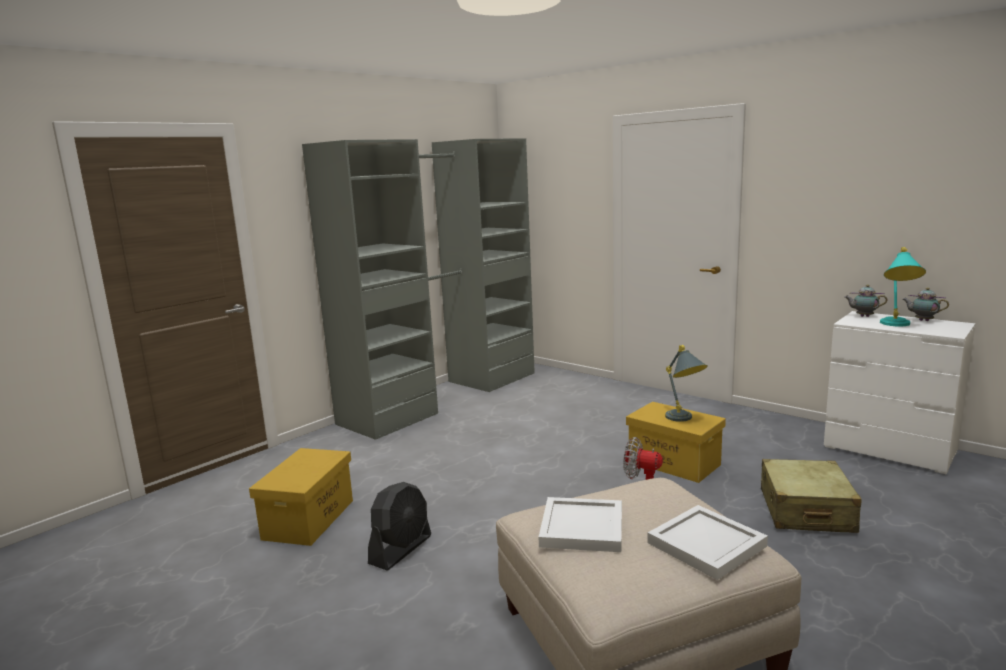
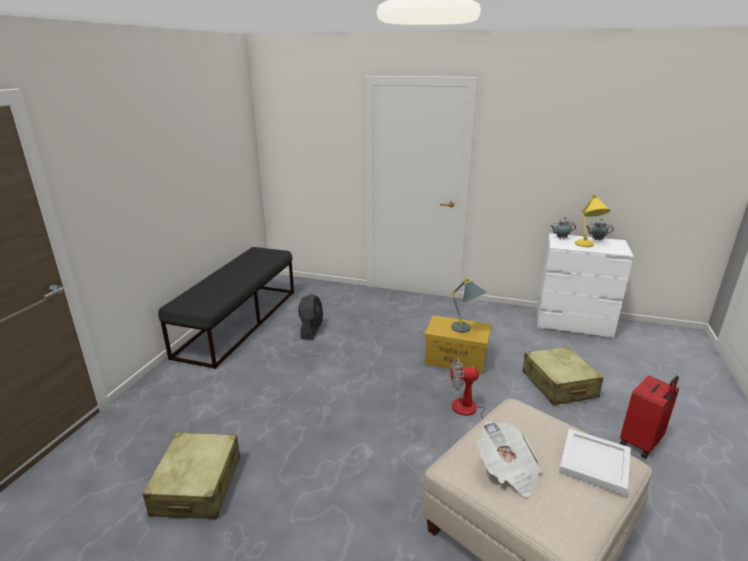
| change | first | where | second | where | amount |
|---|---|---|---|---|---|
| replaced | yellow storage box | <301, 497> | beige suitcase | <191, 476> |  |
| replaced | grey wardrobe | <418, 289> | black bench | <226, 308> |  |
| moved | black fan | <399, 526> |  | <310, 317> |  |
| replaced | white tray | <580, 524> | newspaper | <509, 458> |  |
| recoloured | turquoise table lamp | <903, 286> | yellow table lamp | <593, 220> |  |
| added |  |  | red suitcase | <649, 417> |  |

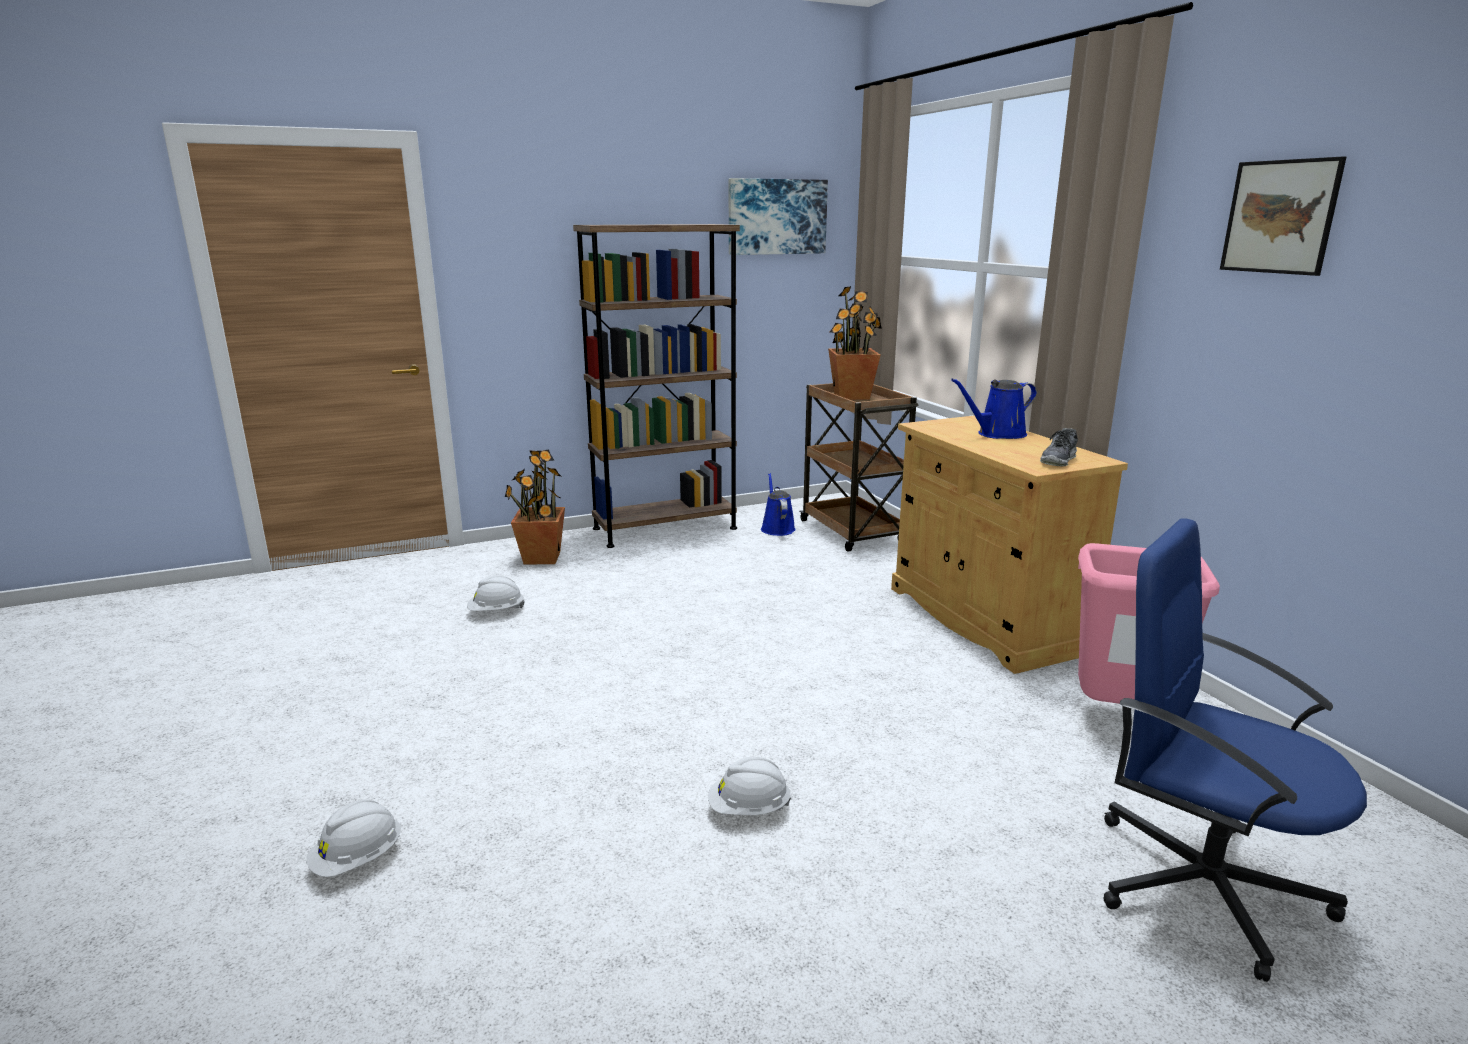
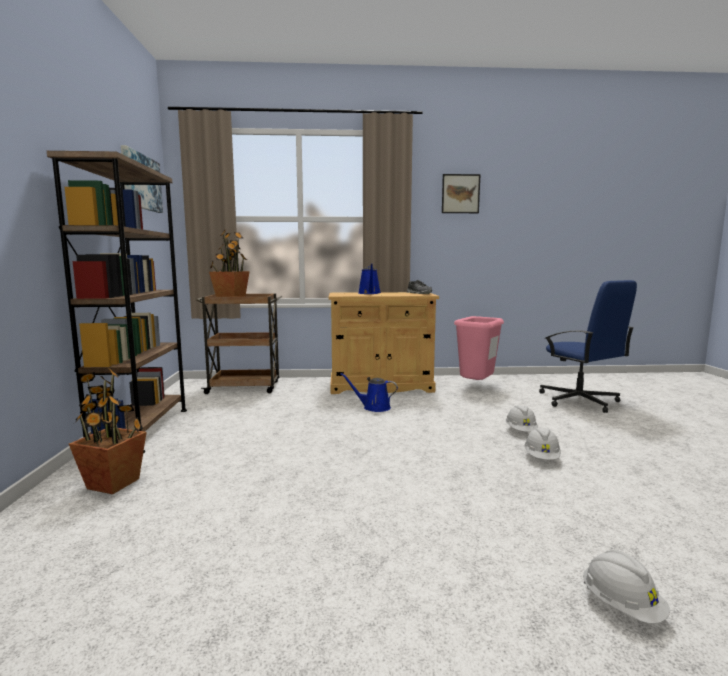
| change | first | where | second | where | amount |
|---|---|---|---|---|---|
| moved | white hard hat | <496, 593> |  | <522, 418> |  |
| moved | blue watering can | <778, 504> |  | <369, 392> |  |
| turned | blue office chair | <1235, 750> |  | <588, 346> | 90 degrees counterclockwise |

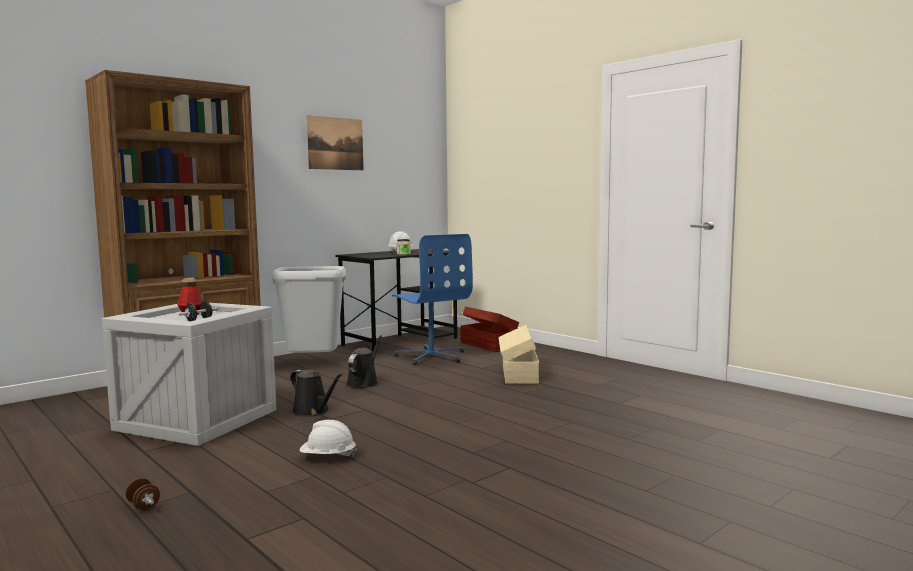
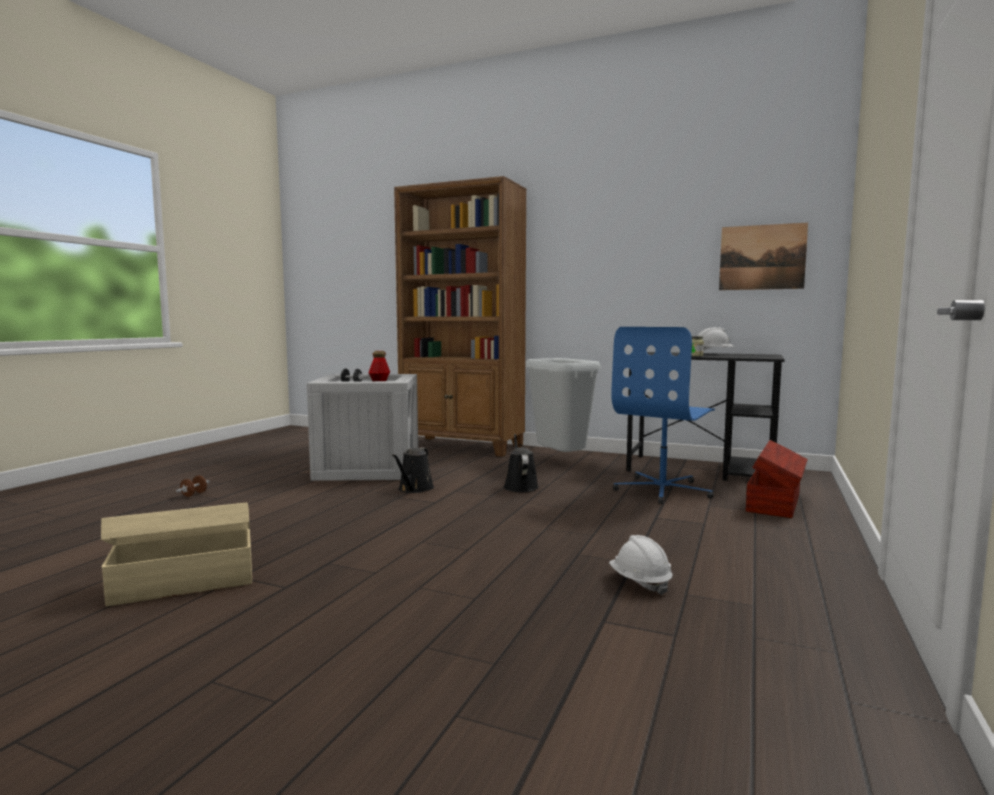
| change | first | where | second | where | amount |
|---|---|---|---|---|---|
| moved | white hard hat | <328, 438> |  | <641, 565> |  |
| moved | picture | <335, 142> |  | <763, 256> |  |
| turned | black watering can | <364, 361> |  | <521, 463> | 90 degrees counterclockwise |
| moved | beige storage box | <519, 354> |  | <176, 554> |  |

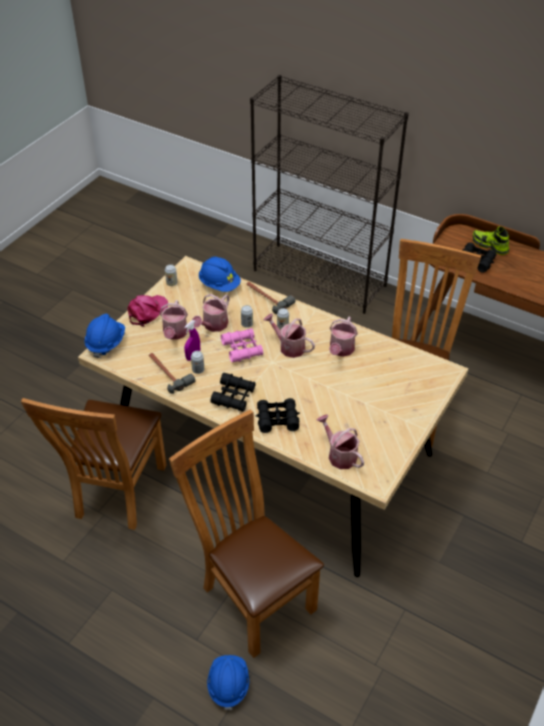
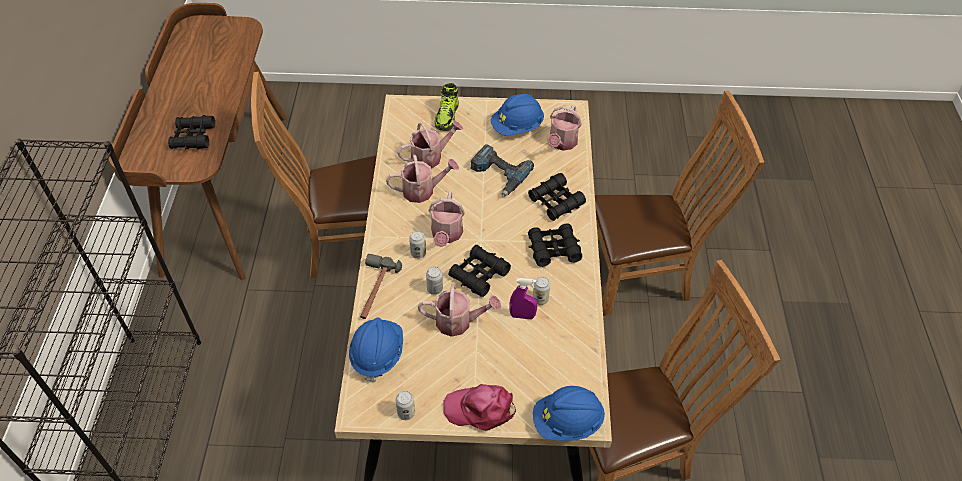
| change | first | where | second | where | amount |
|---|---|---|---|---|---|
| removed | hammer | <172, 373> |  |  |  |
| moved | watering can | <174, 320> |  | <430, 144> |  |
| turned | brown chair | <246, 533> |  | <679, 203> | 120 degrees counterclockwise |
| moved | blue hard hat | <228, 682> |  | <517, 115> |  |
| recoloured | pink binoculars | <242, 345> | black binoculars | <479, 271> |  |
| moved | shoe | <491, 240> |  | <447, 107> |  |
| added |  |  | power drill | <502, 170> |  |

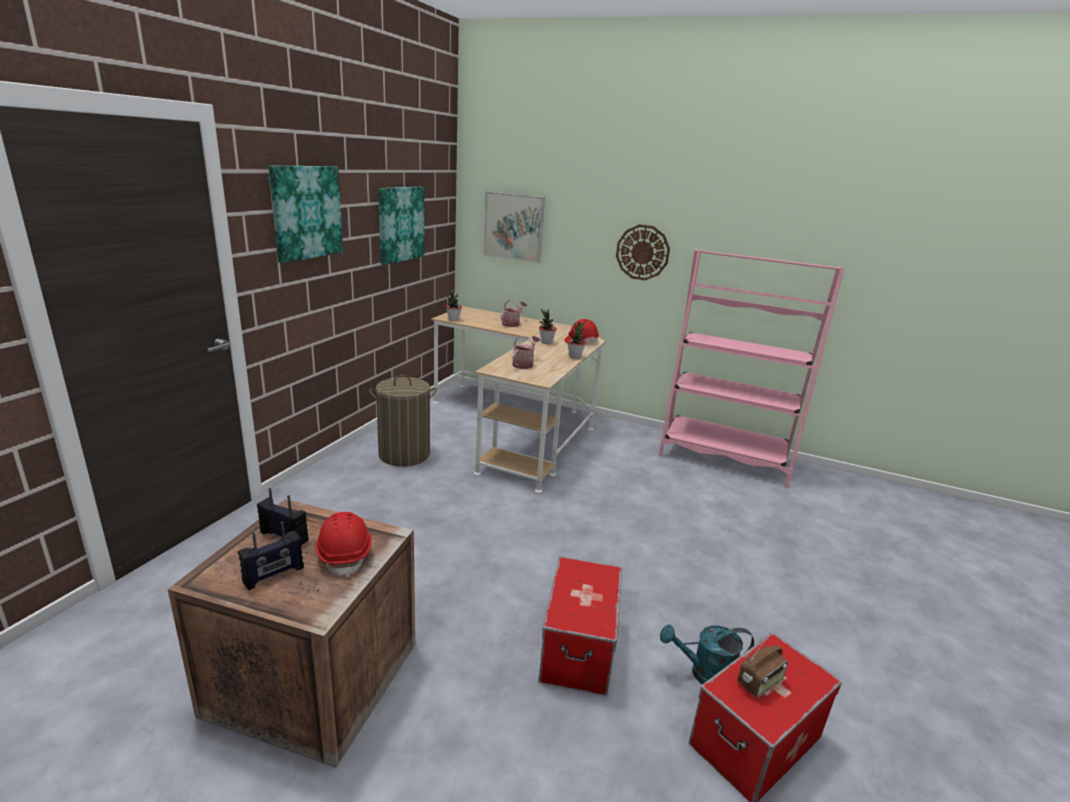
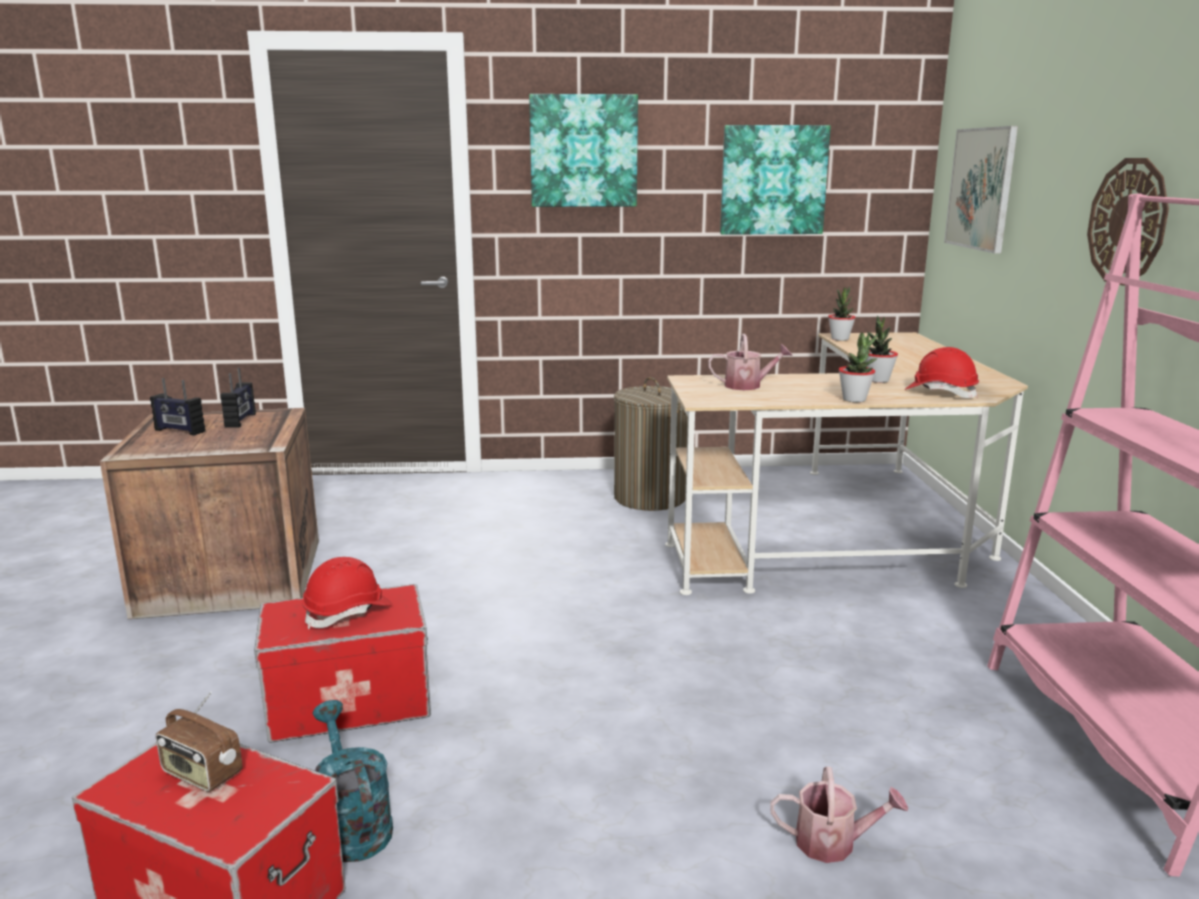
| change | first | where | second | where | amount |
|---|---|---|---|---|---|
| moved | red hard hat | <343, 544> |  | <347, 593> |  |
| moved | watering can | <514, 313> |  | <839, 815> |  |

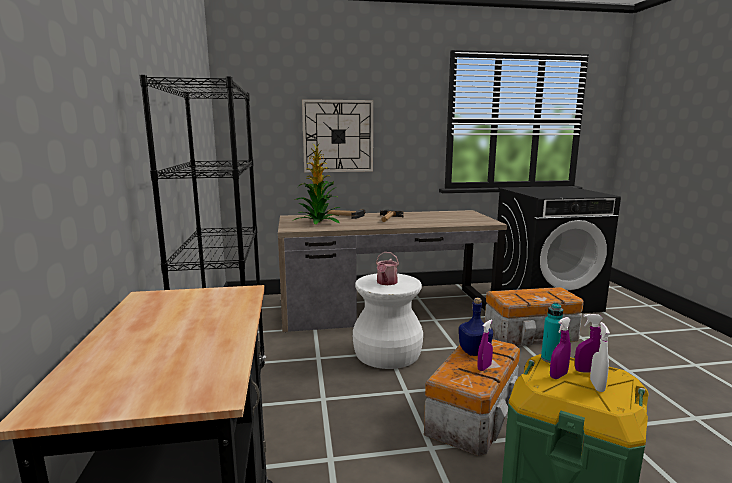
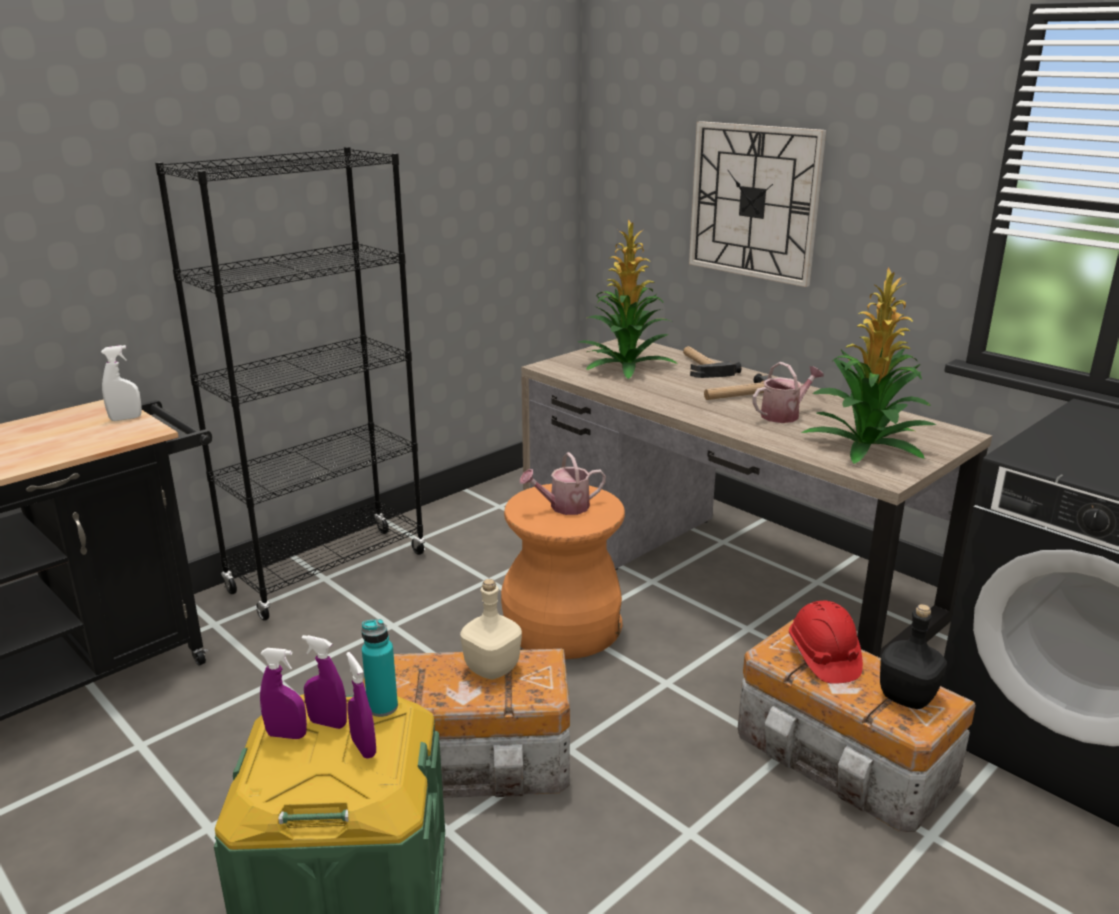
| change | first | where | second | where | amount |
|---|---|---|---|---|---|
| recoloured | white stool | <388, 321> | orange stool | <563, 571> |  |
| recoloured | blue bottle | <476, 327> | beige bottle | <491, 629> |  |
| moved | purple spray bottle | <485, 345> |  | <283, 693> |  |
| moved | white spray bottle | <600, 357> |  | <121, 383> |  |
| added |  |  | watering can | <788, 392> |  |
| added |  |  | red hard hat | <826, 642> |  |
| added |  |  | potted plant | <868, 365> |  |
| added |  |  | black bottle | <913, 656> |  |

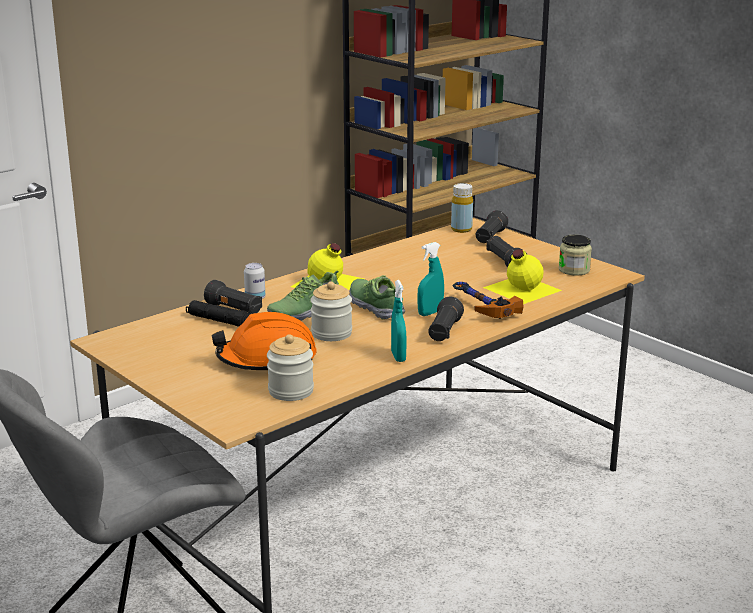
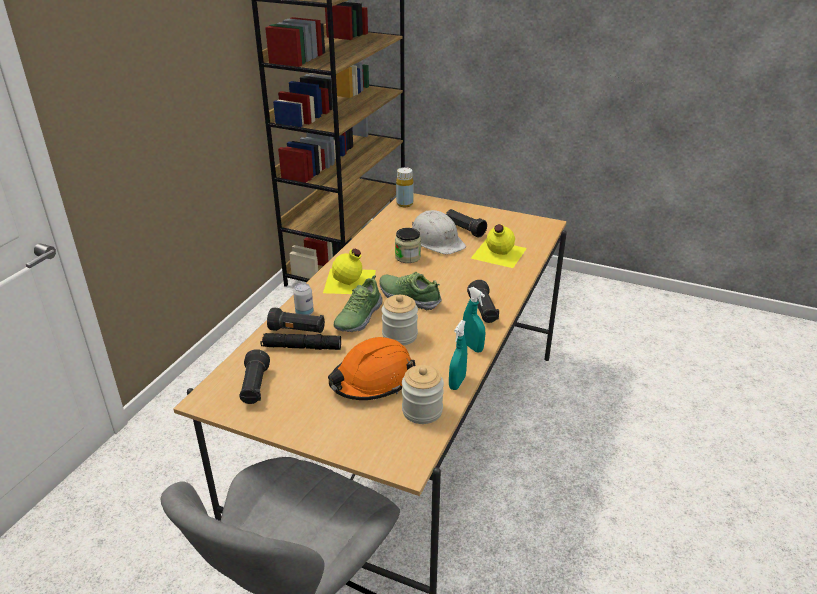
| change | first | where | second | where | amount |
|---|---|---|---|---|---|
| moved | turquoise spray bottle | <430, 279> |  | <458, 355> |  |
| removed | hammer | <487, 300> |  |  |  |
| moved | black flashlight | <492, 226> |  | <254, 376> |  |
| moved | jar | <575, 255> |  | <408, 245> |  |
| added |  |  | white hard hat | <439, 232> |  |

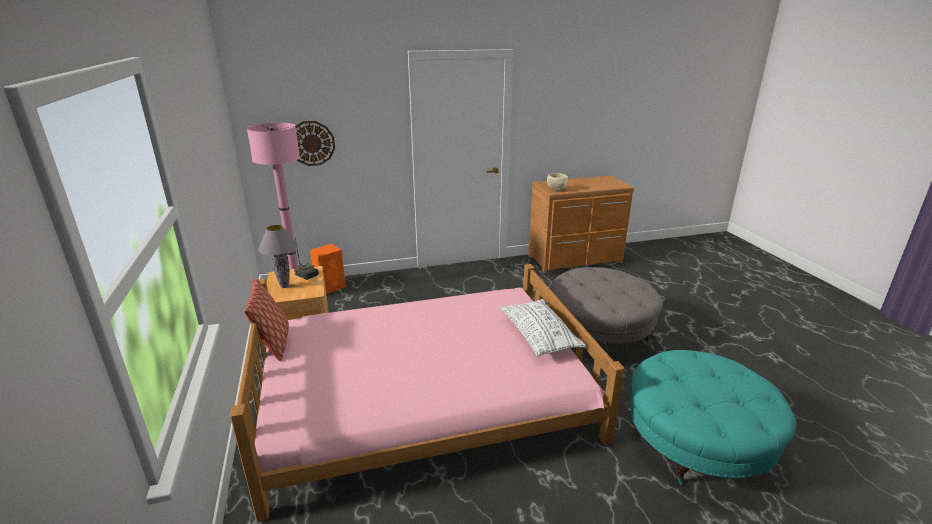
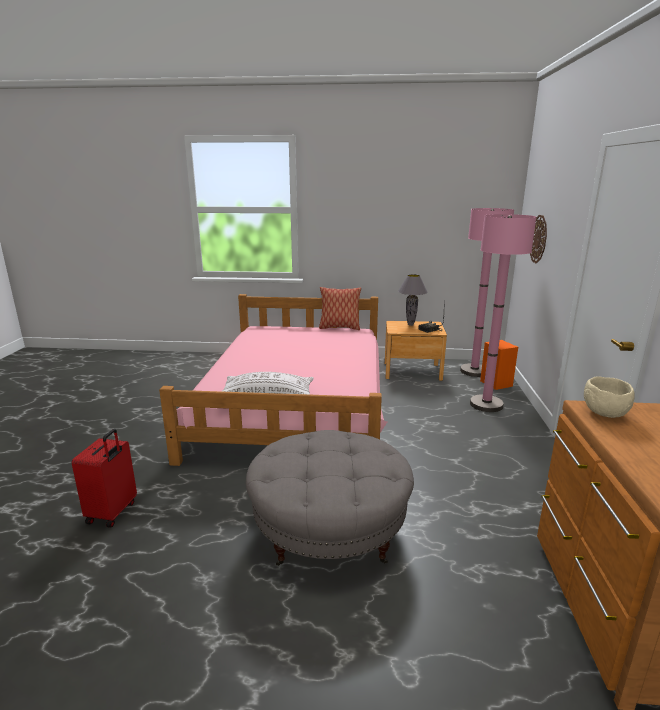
| change | first | where | second | where | amount |
|---|---|---|---|---|---|
| replaced | turquoise ottoman | <714, 417> | red suitcase | <104, 478> |  |
| added |  |  | pink floor lamp | <503, 313> |  |

